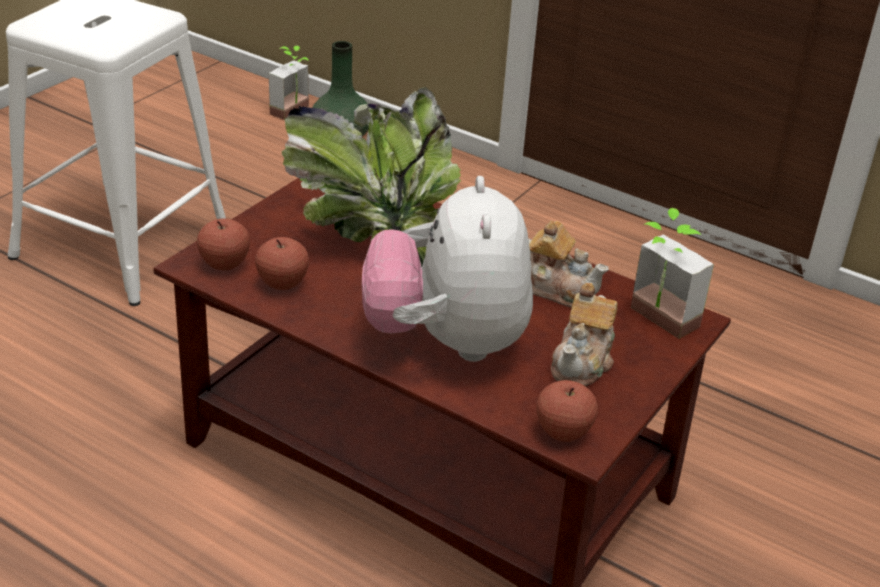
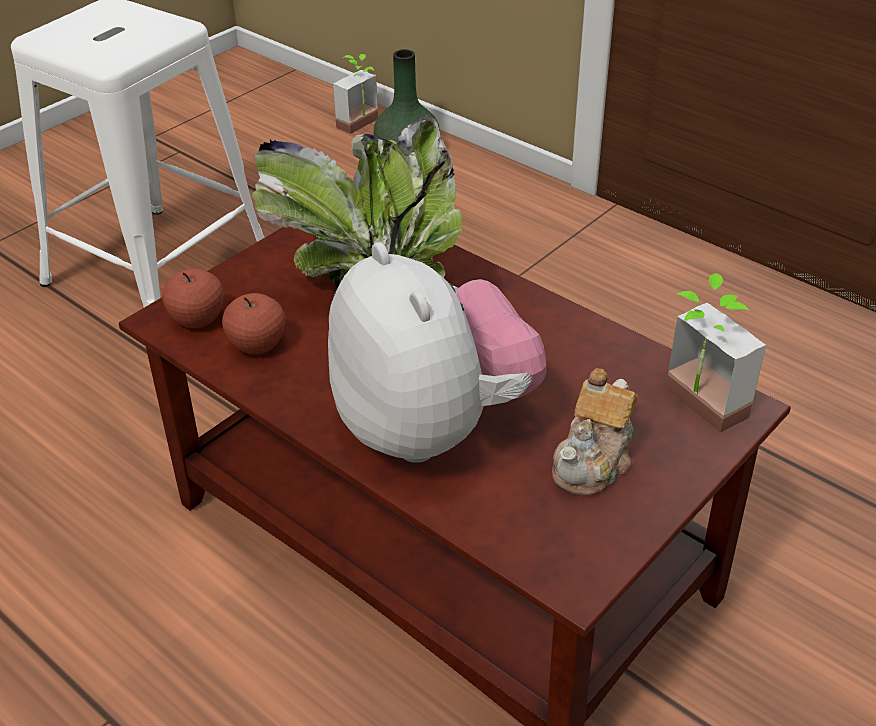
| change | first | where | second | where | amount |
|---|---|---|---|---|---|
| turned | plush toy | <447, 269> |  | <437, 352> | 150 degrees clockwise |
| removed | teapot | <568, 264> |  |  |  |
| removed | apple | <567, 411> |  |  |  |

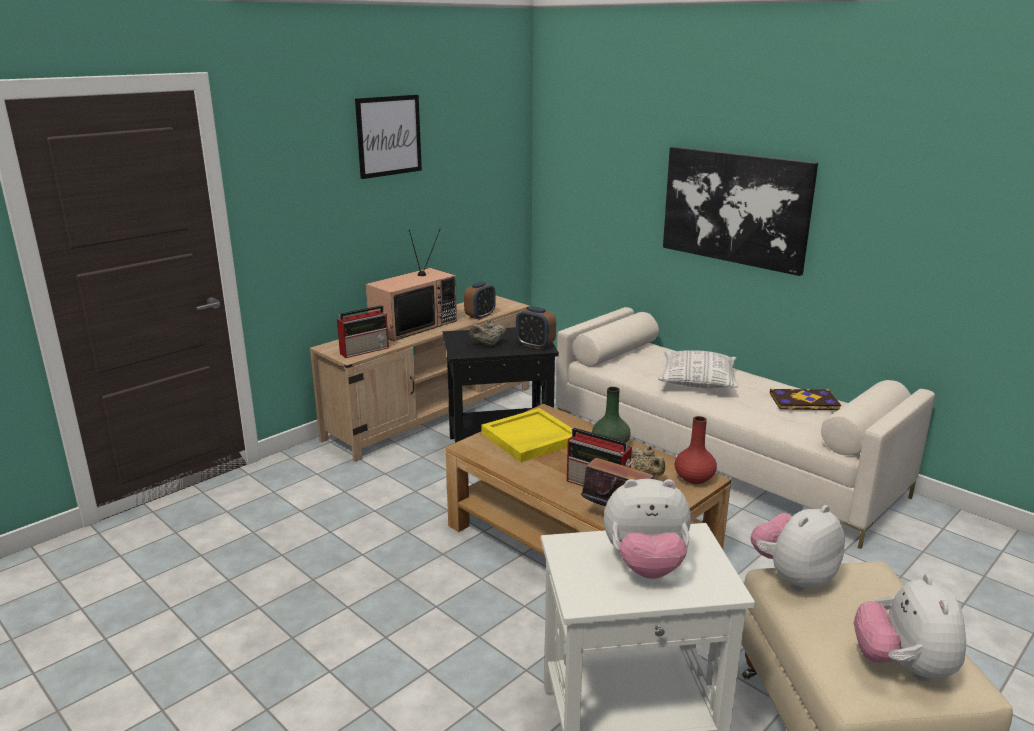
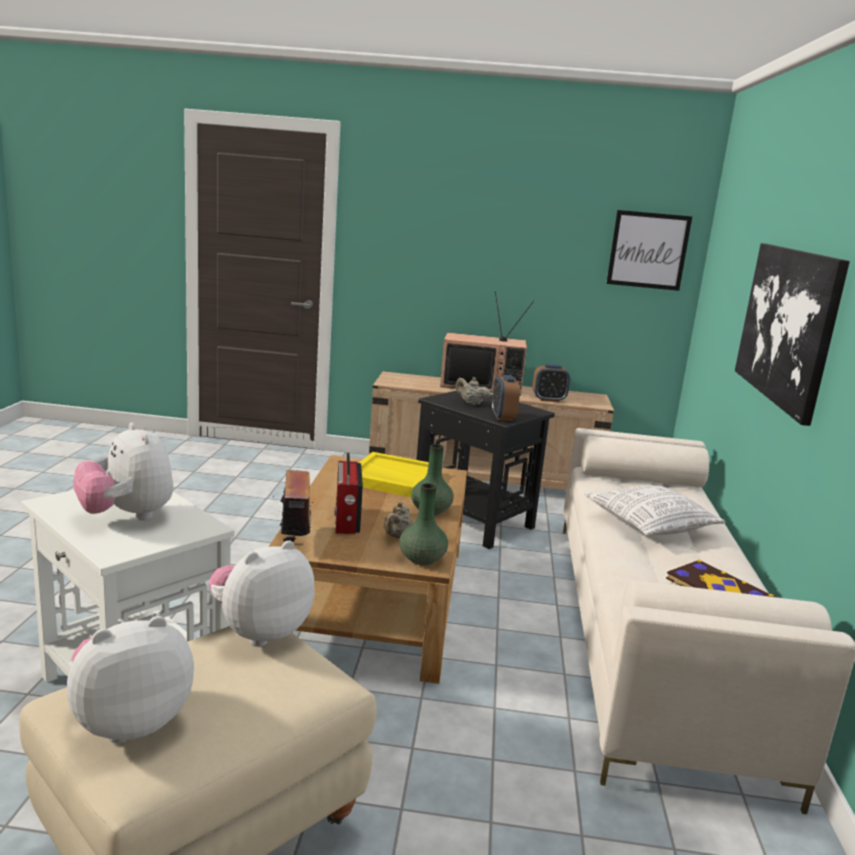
| change | first | where | second | where | amount |
|---|---|---|---|---|---|
| removed | radio | <363, 331> |  |  |  |
| moved | picture | <388, 137> |  | <649, 250> |  |
| recoloured | red vase | <696, 450> | green vase | <423, 524> |  |
| turned | plush toy | <798, 548> |  | <261, 593> | 60 degrees counterclockwise |

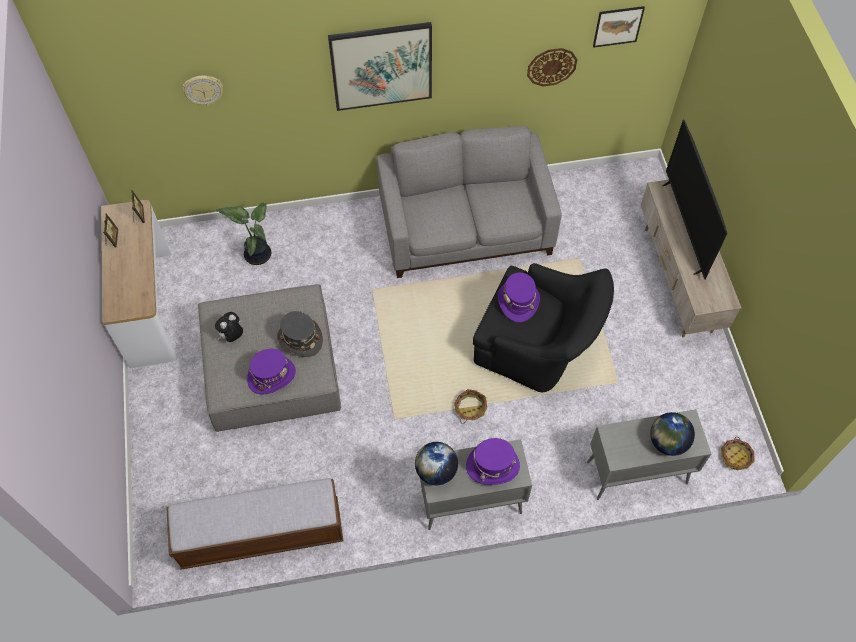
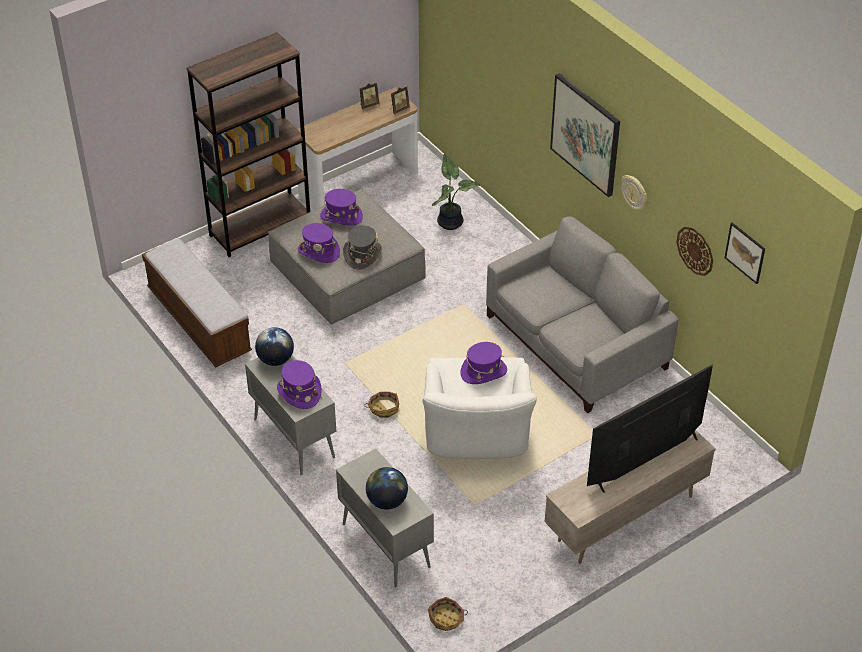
| change | first | where | second | where | amount |
|---|---|---|---|---|---|
| moved | wall clock | <202, 91> |  | <634, 192> |  |
| replaced | plush toy | <229, 327> | purple hat | <341, 207> |  |
| recoloured | black armchair | <543, 327> | white armchair | <479, 408> |  |
| added |  |  | brown bookcase | <248, 144> |  |

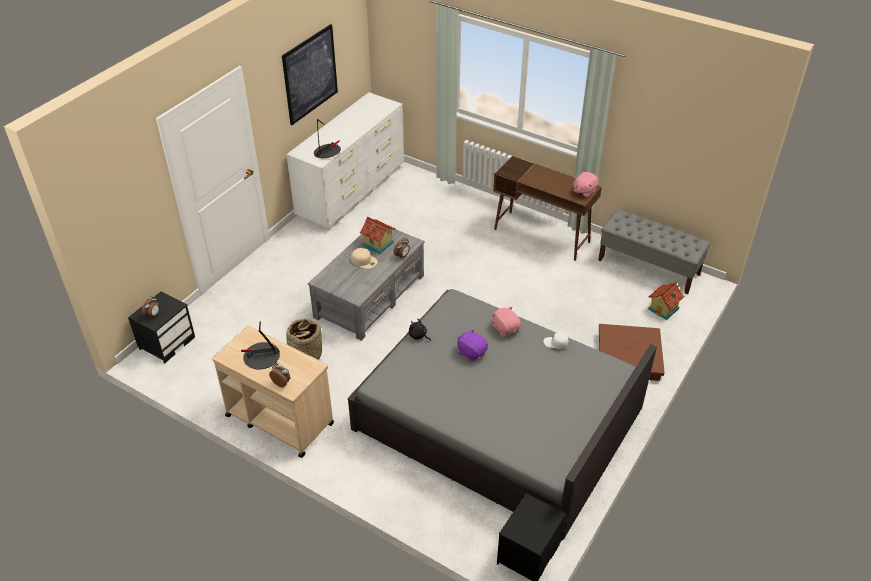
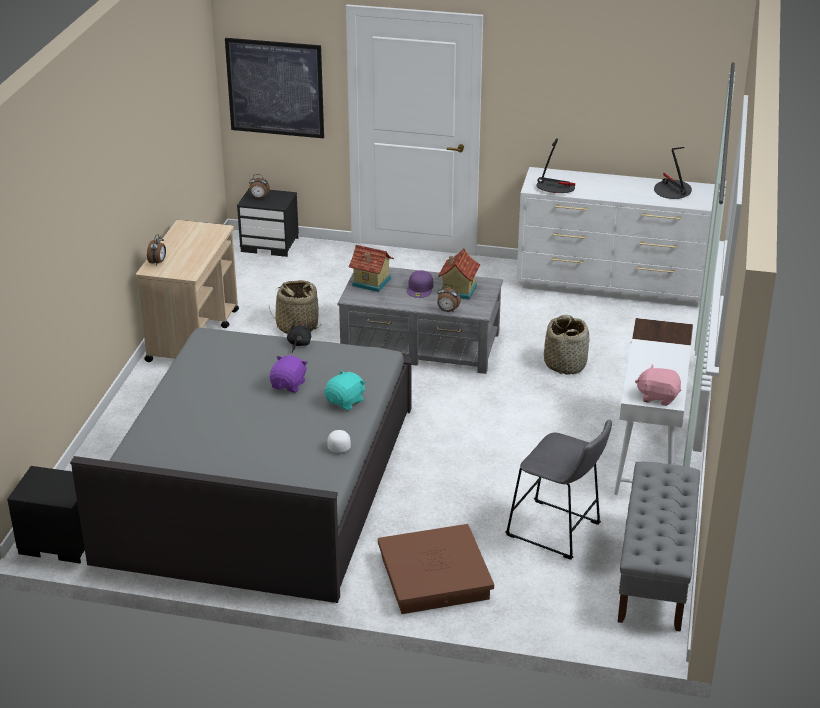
| change | first | where | second | where | amount |
|---|---|---|---|---|---|
| moved | table lamp | <260, 345> |  | <673, 173> |  |
| moved | picture | <310, 74> |  | <274, 88> |  |
| recoloured | beige cap | <364, 258> | purple cap | <420, 284> |  |
| recoloured | pink plush toy | <506, 321> | turquoise plush toy | <345, 390> |  |
| recoloured | brown desk | <547, 208> | white desk | <653, 406> |  |
| moved | toy house | <666, 301> |  | <371, 268> |  |
| added |  |  | grey stool | <558, 490> |  |
| added |  |  | basket | <566, 345> |  |

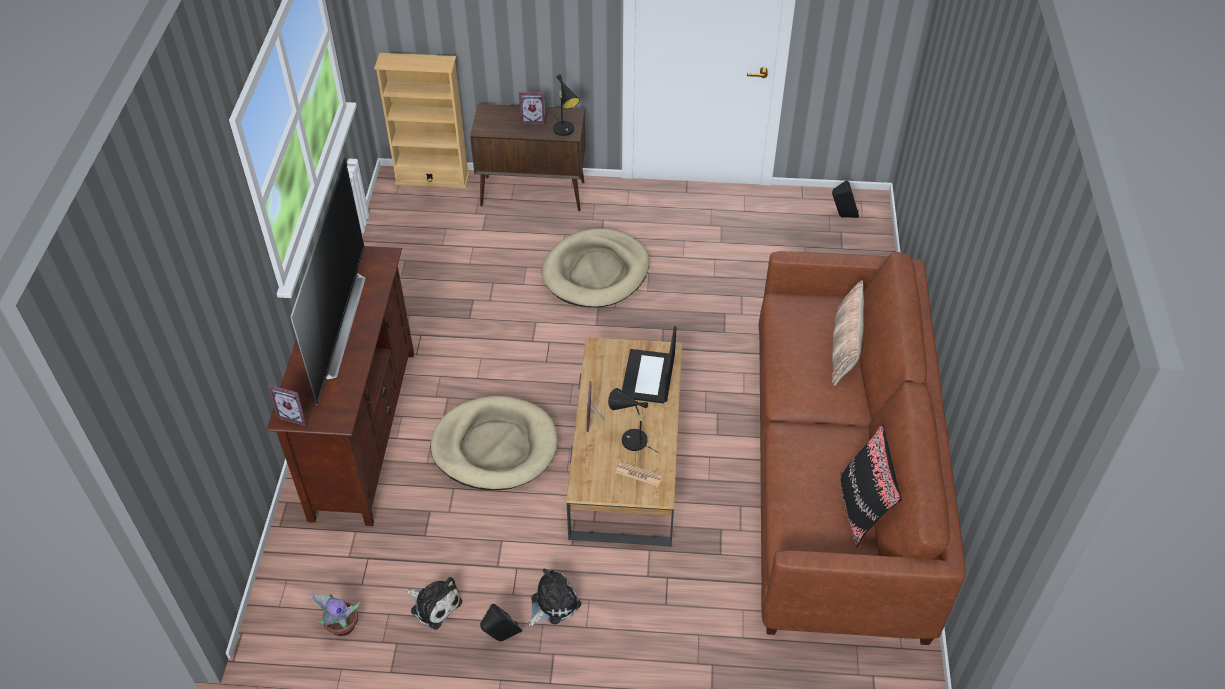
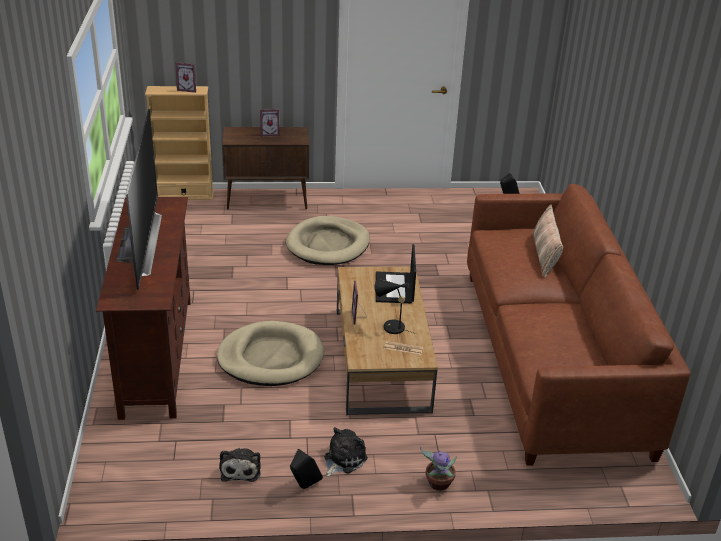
| change | first | where | second | where | amount |
|---|---|---|---|---|---|
| moved | picture frame | <287, 405> |  | <185, 77> |  |
| moved | potted plant | <335, 613> |  | <438, 468> |  |
| turned | plush toy | <434, 603> |  | <240, 465> | 60 degrees clockwise |
| removed | black table lamp | <566, 105> |  |  |  |
| removed | black pillow | <871, 485> |  |  |  |

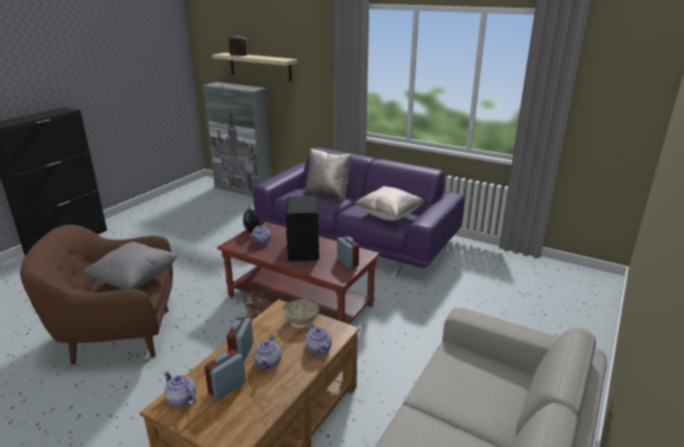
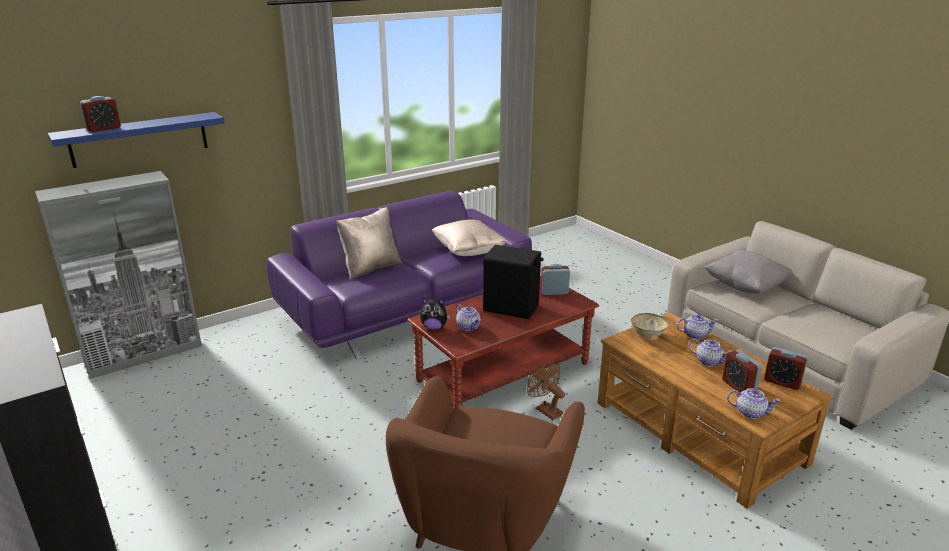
| change | first | where | second | where | amount |
|---|---|---|---|---|---|
| moved | grey pillow | <131, 265> |  | <748, 272> |  |
| turned | teapot | <180, 389> |  | <754, 403> | 135 degrees counterclockwise |
| recoloured | beige shelf | <254, 67> | blue shelf | <136, 140> |  |
| moved | alarm clock | <240, 339> |  | <786, 368> |  |

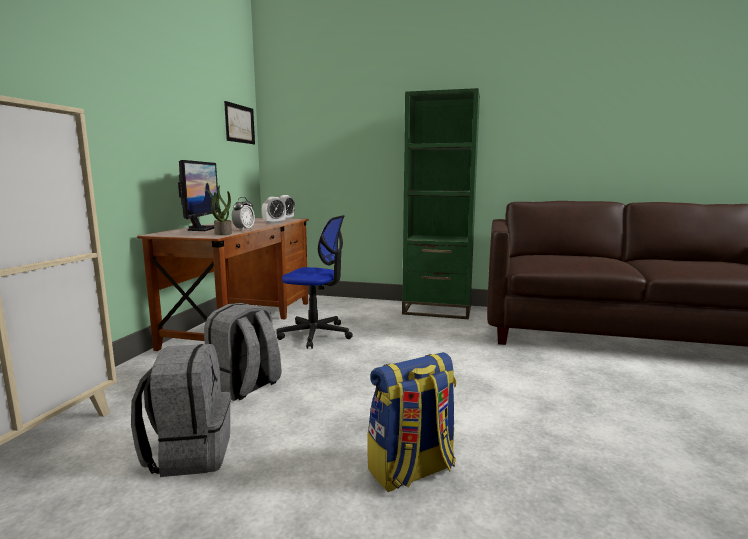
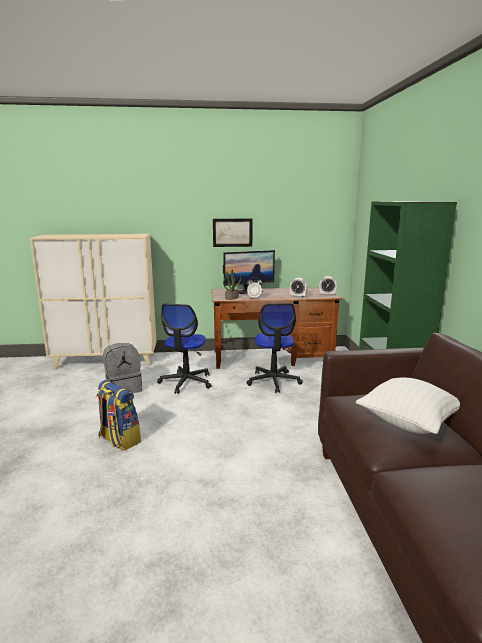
| change | first | where | second | where | amount |
|---|---|---|---|---|---|
| replaced | grey backpack | <242, 352> | office chair | <184, 348> |  |
| moved | picture | <239, 122> |  | <233, 233> |  |
| added |  |  | white pillow | <408, 405> |  |

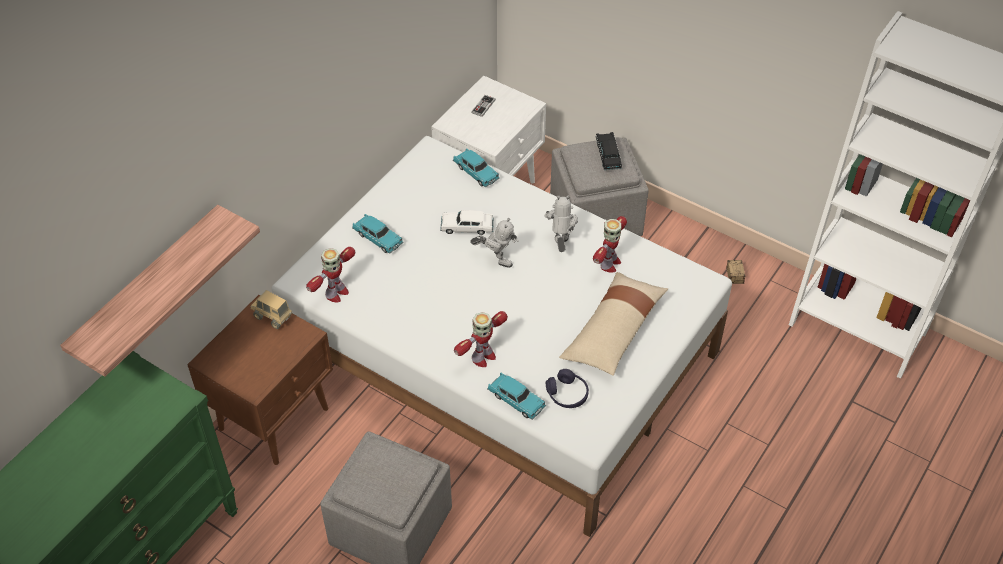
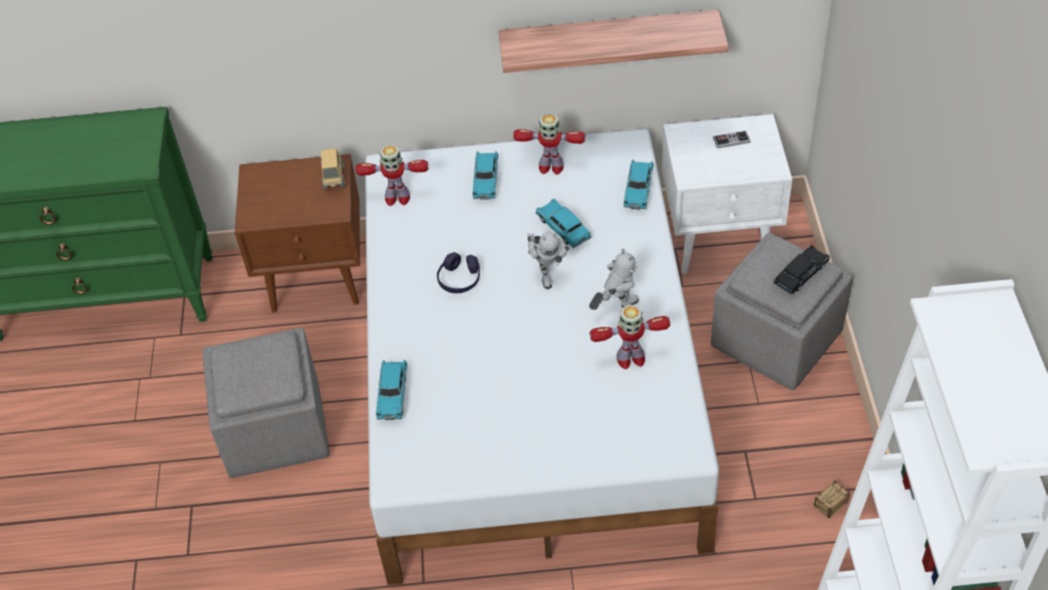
| change | first | where | second | where | amount |
|---|---|---|---|---|---|
| moved | shelf | <160, 291> |  | <613, 41> |  |
| recoloured | white toy car | <467, 222> | turquoise toy car | <563, 223> |  |
| moved | toy robot | <481, 339> |  | <549, 144> |  |
| moved | purple headphones | <567, 388> |  | <458, 272> |  |
| removed | beige pillow | <613, 324> |  |  |  |

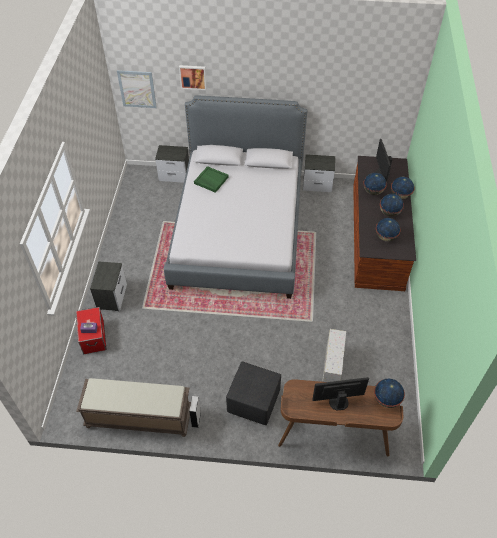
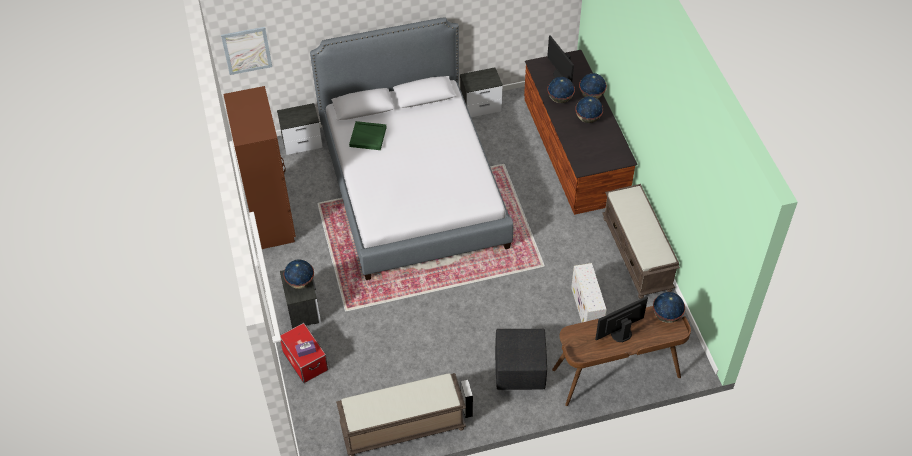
| change | first | where | second | where | amount |
|---|---|---|---|---|---|
| removed | picture | <193, 77> |  |  |  |
| moved | globe | <388, 229> |  | <298, 274> |  |
| added |  |  | brown wardrobe | <259, 167> |  |
| added |  |  | brown bench | <641, 241> |  |

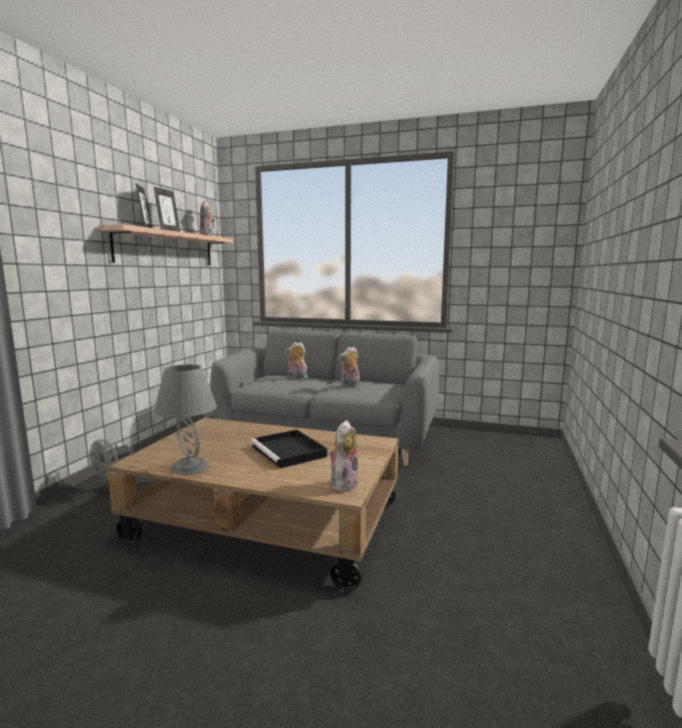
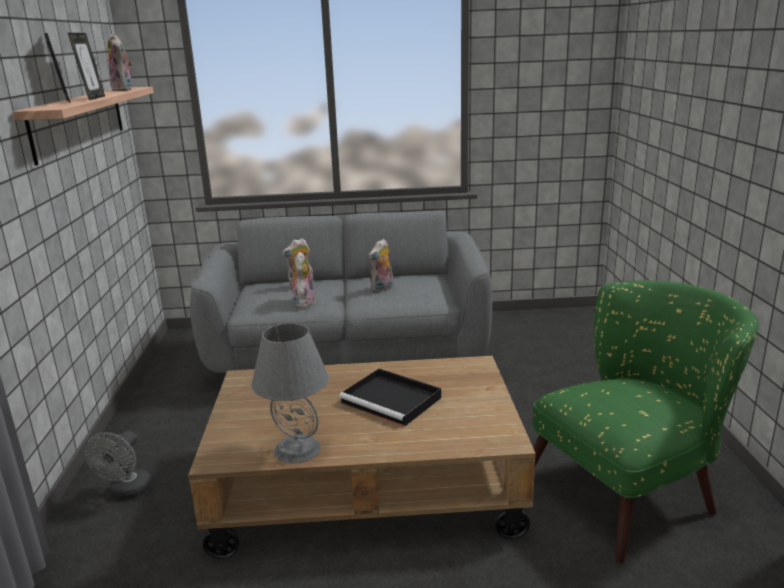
| change | first | where | second | where | amount |
|---|---|---|---|---|---|
| moved | plush toy | <344, 456> |  | <302, 280> |  |
| added |  |  | green armchair | <646, 421> |  |

